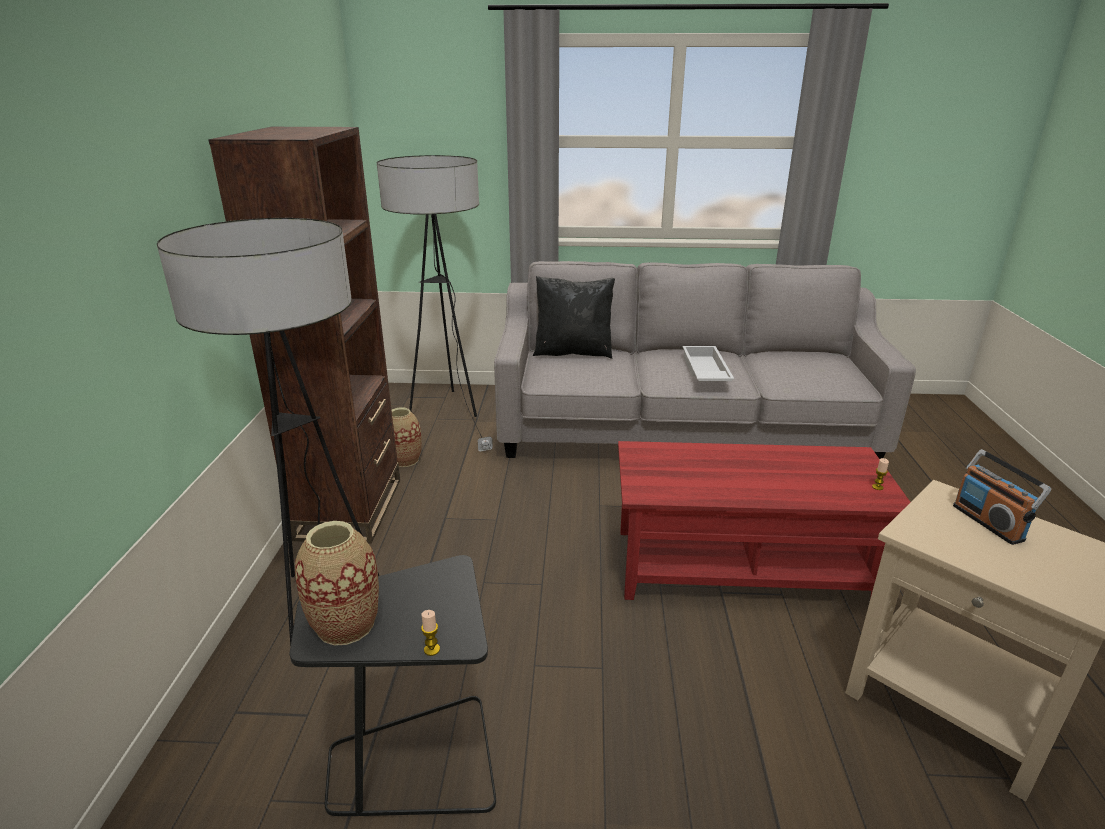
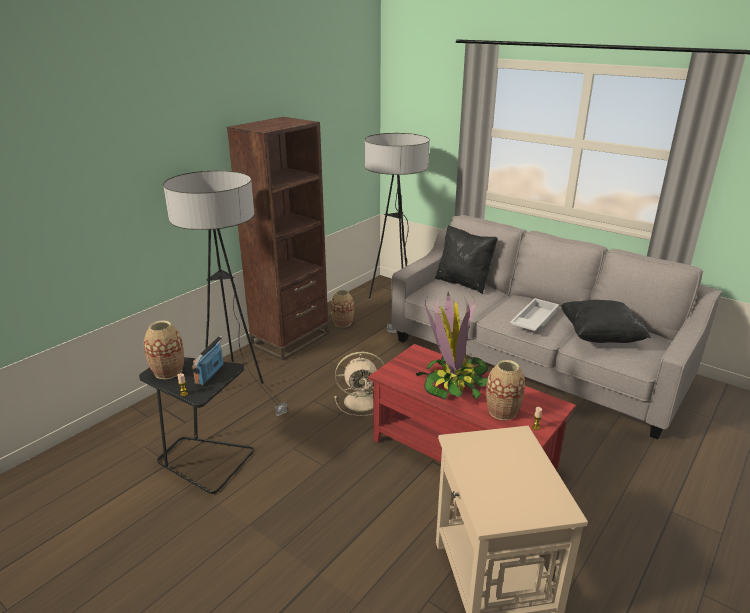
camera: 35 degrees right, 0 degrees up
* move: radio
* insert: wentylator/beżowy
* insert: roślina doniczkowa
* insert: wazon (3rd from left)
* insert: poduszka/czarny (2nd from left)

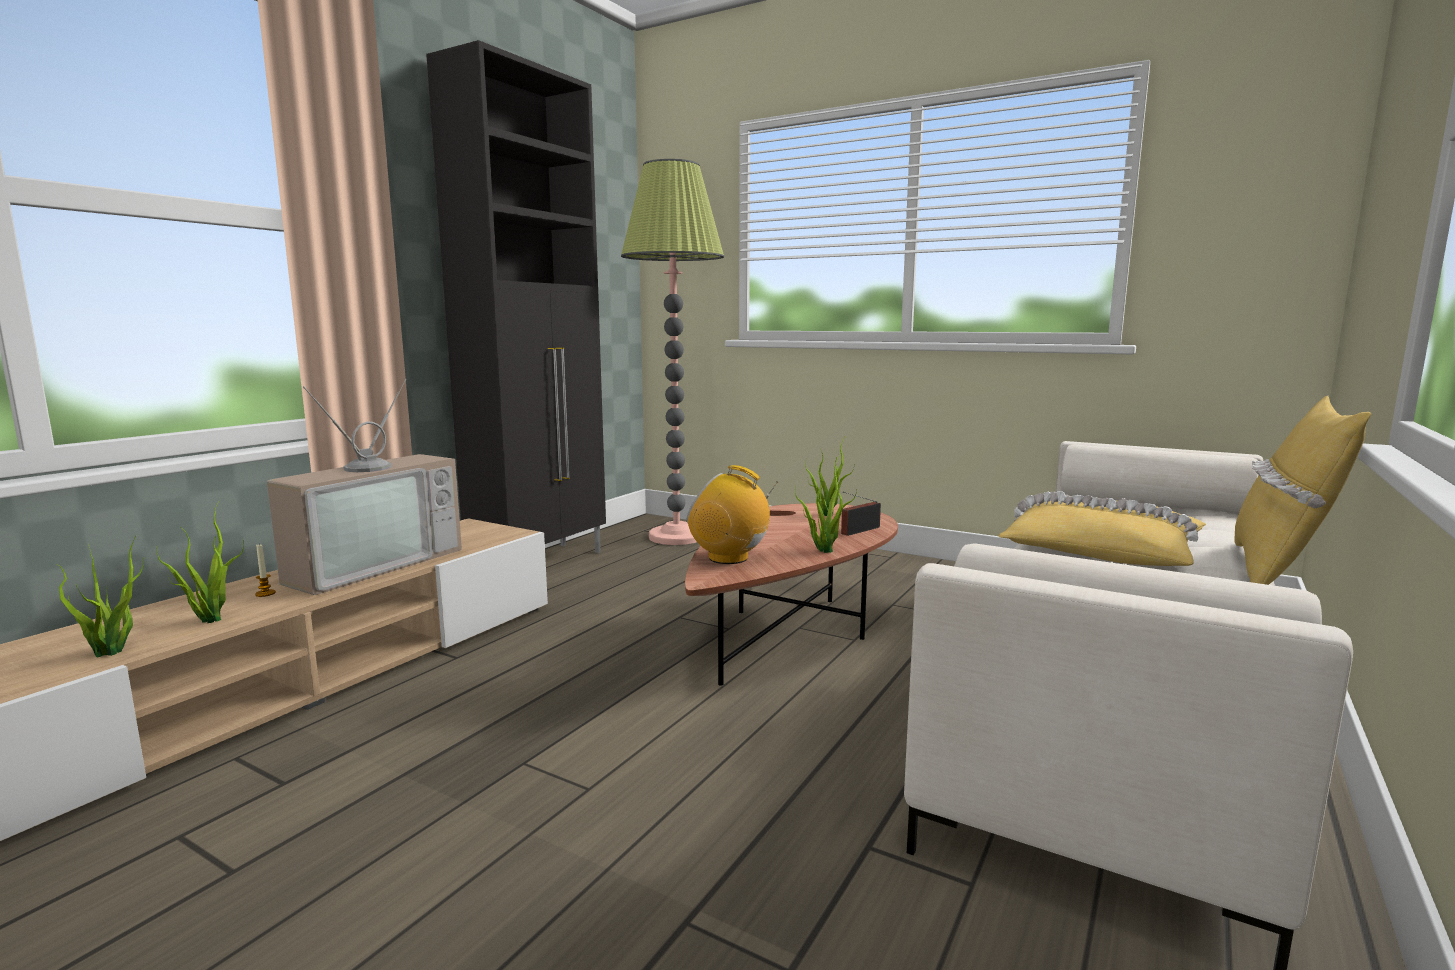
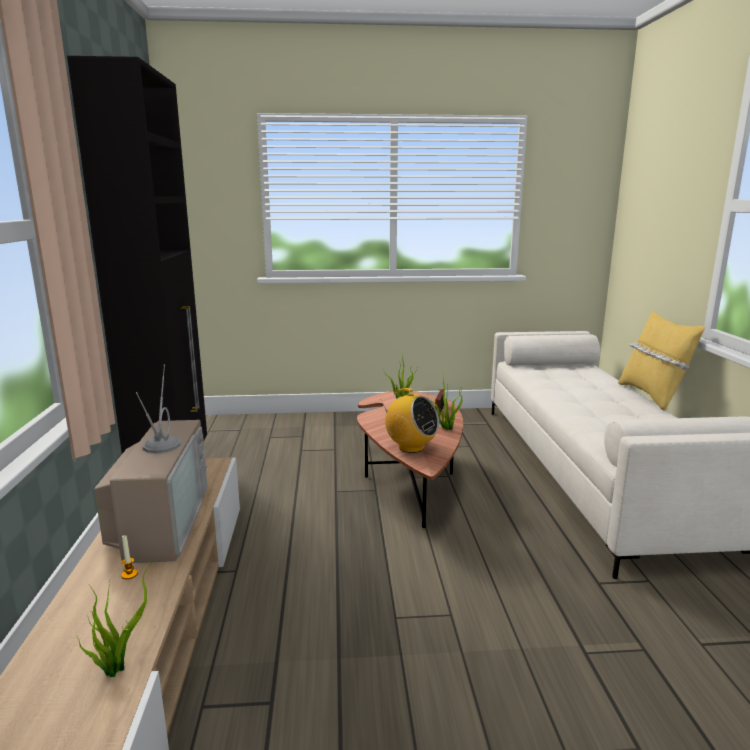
camera: 35 degrees left, 5 degrees up
* delete: roślina doniczkowa (2nd from left)
* delete: lampa stojąca
* rotate: radio (1st from left) 135 degrees counterclockwise
* delete: poduszka/żółty (1st from left)

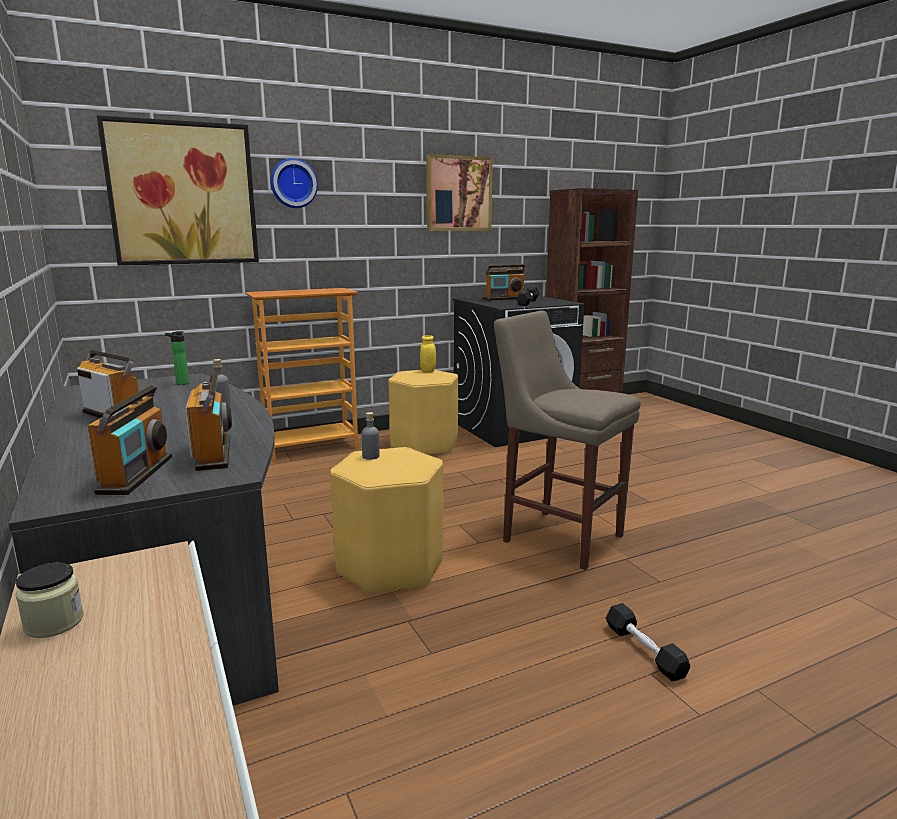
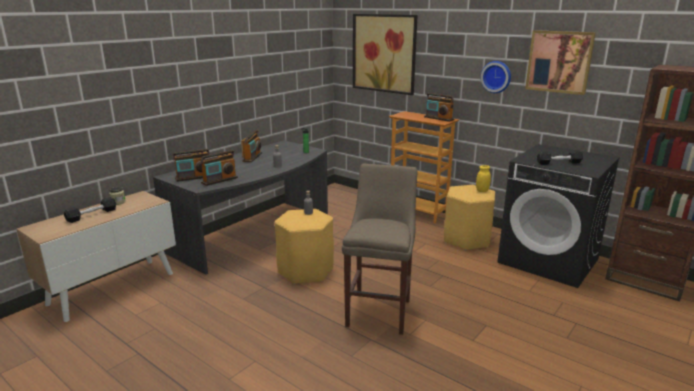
camera: 65 degrees right, 5 degrees up
* move: zegar ścienny
* move: radio (4th from left)
* move: hantel/czarny (2nd from left in the first image) to hantel/czarny (1st from left)

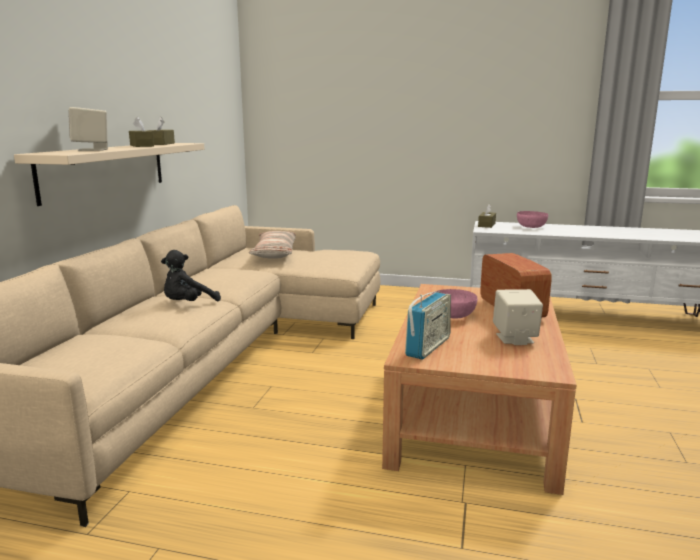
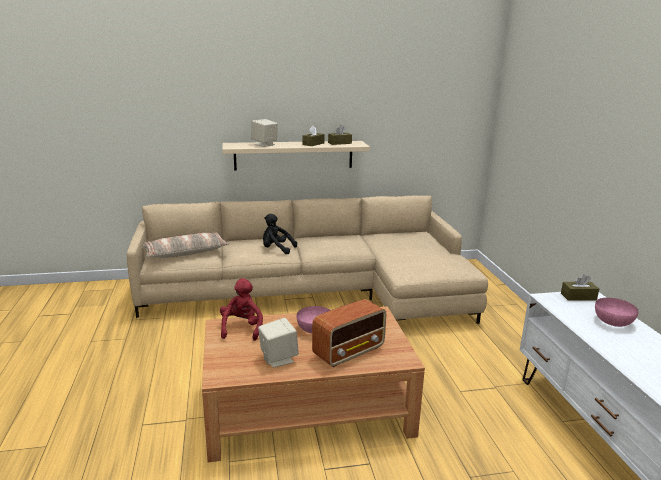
camera: 65 degrees right, 5 degrees up
* move: poduszka
* replace: radio (1st from left) to pluszak/czerwony

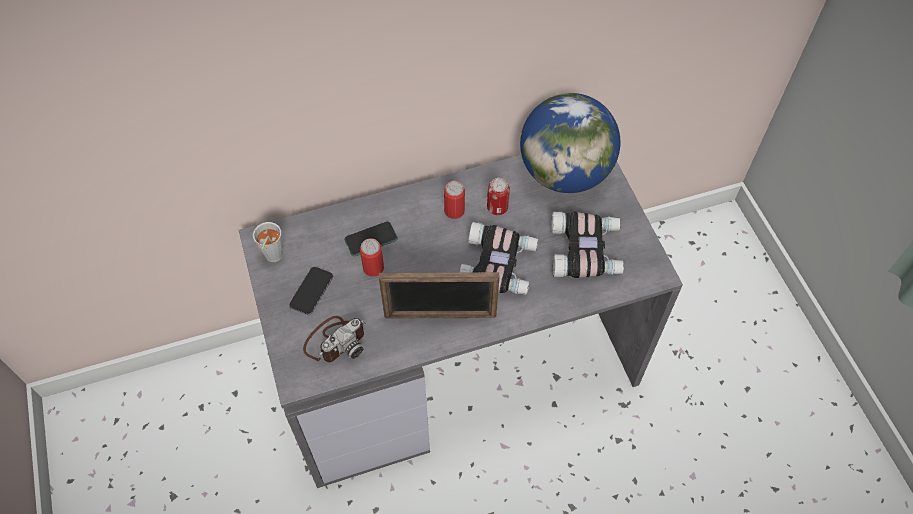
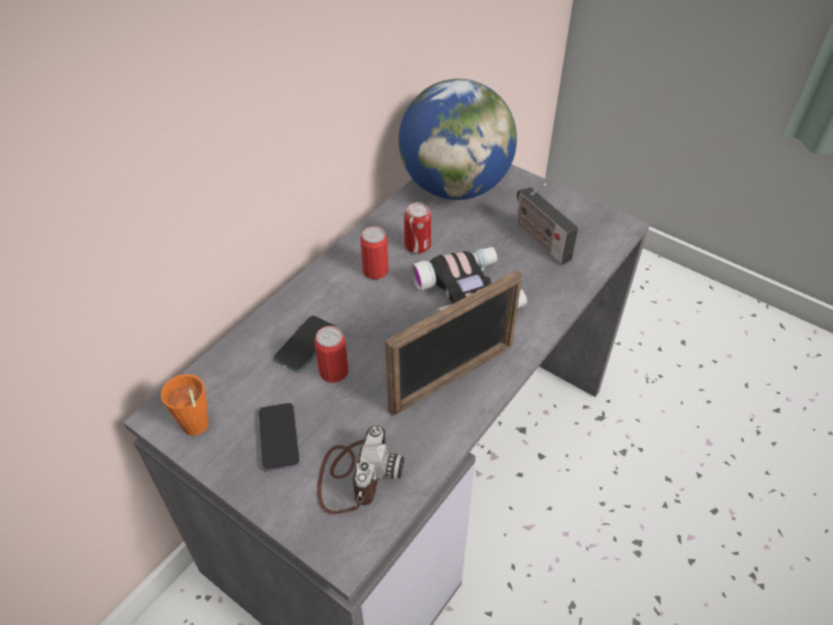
camera: 35 degrees left, 10 degrees down
* recolor: filiżanka/szary to filiżanka/pomarańczowy
* replace: lornetka (2nd from left) to radio

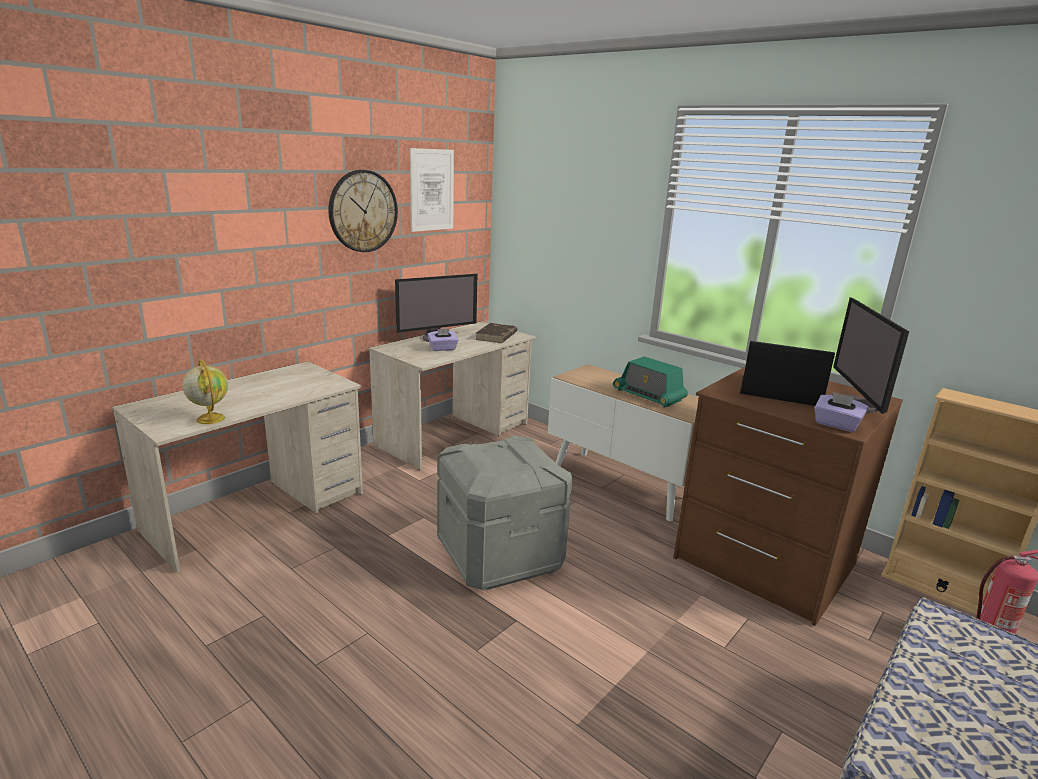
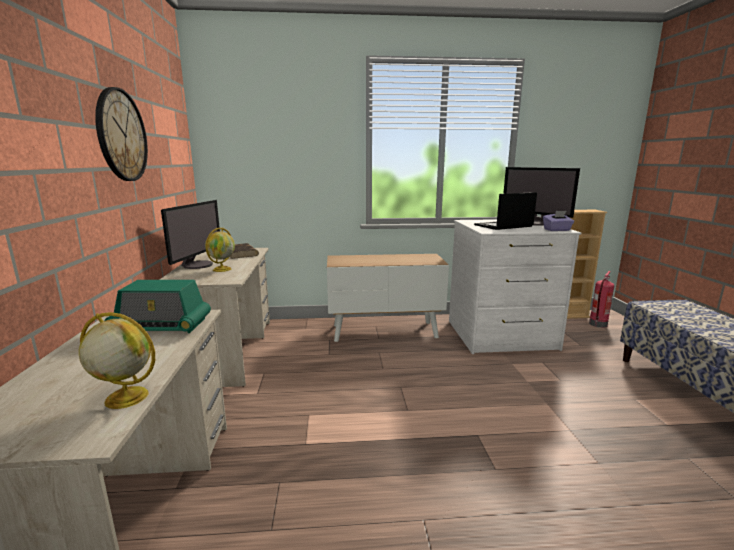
camera: 45 degrees left, 5 degrees down
* delete: obraz
* replace: pudełko chusteczek/fioletowy (1st from left) to globus (2nd from left)
* delete: pojemnik do przechowywania/szary
* move: radio
* recolor: komoda/brązowy to komoda/biały

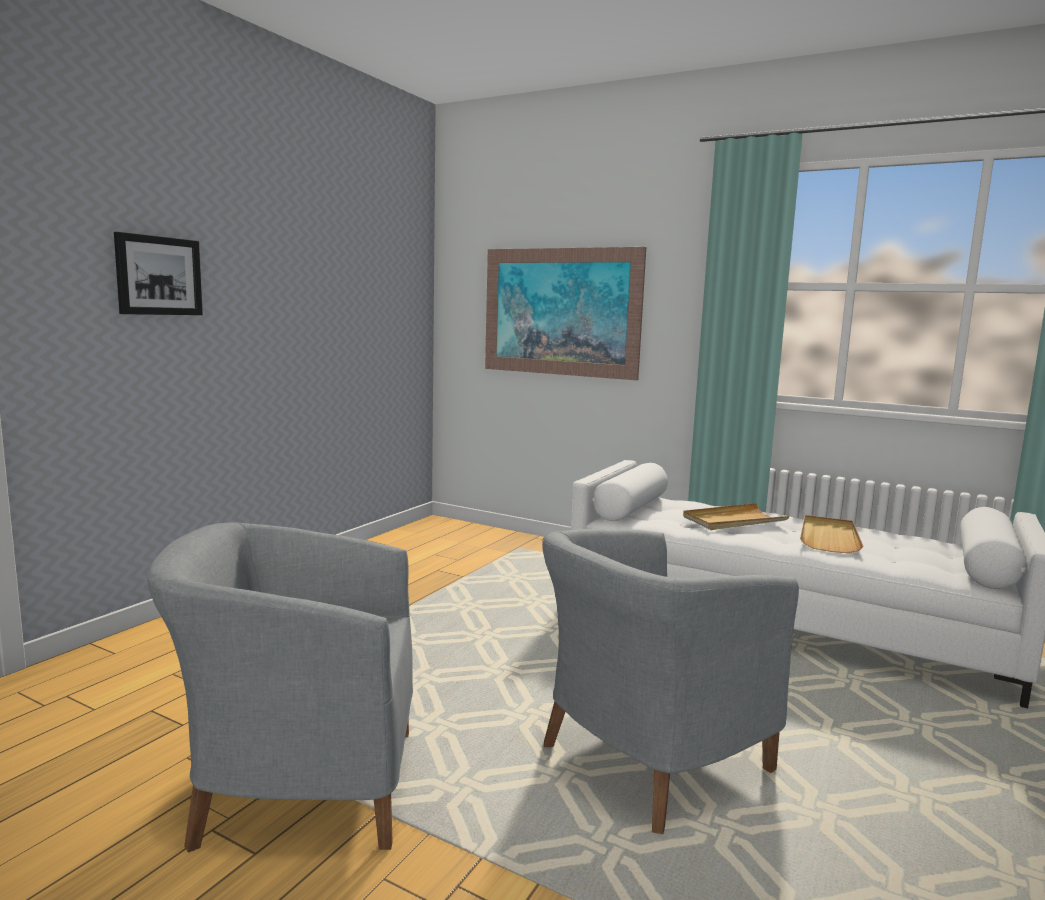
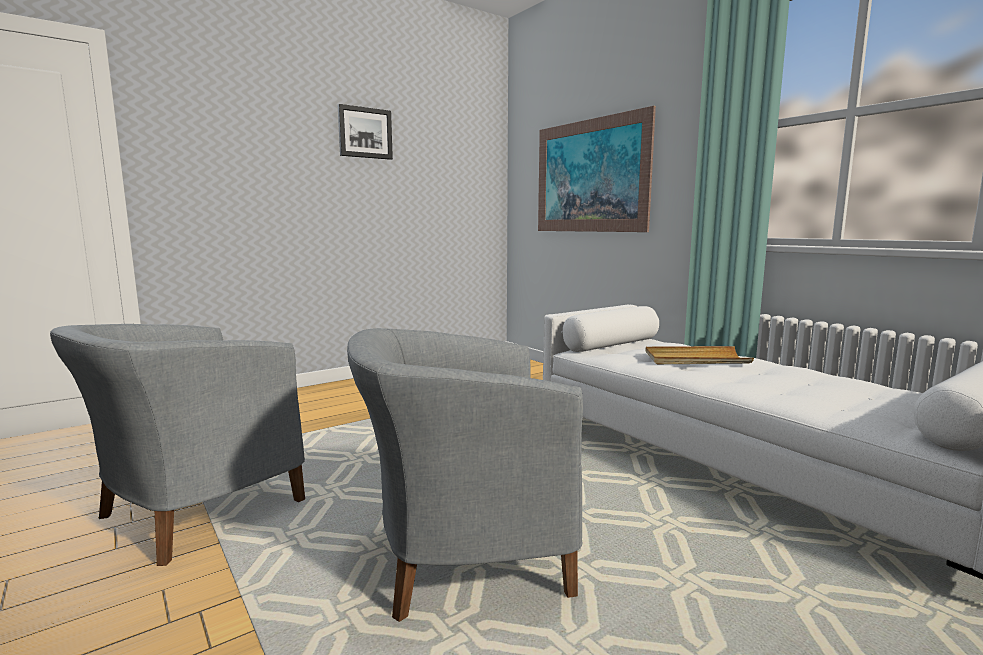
camera: 25 degrees right, 0 degrees up
* move: obraz (1st from left)
* rotate: fotel/szary (1st from left) 75 degrees counterclockwise
* delete: taca/beżowy (2nd from left)

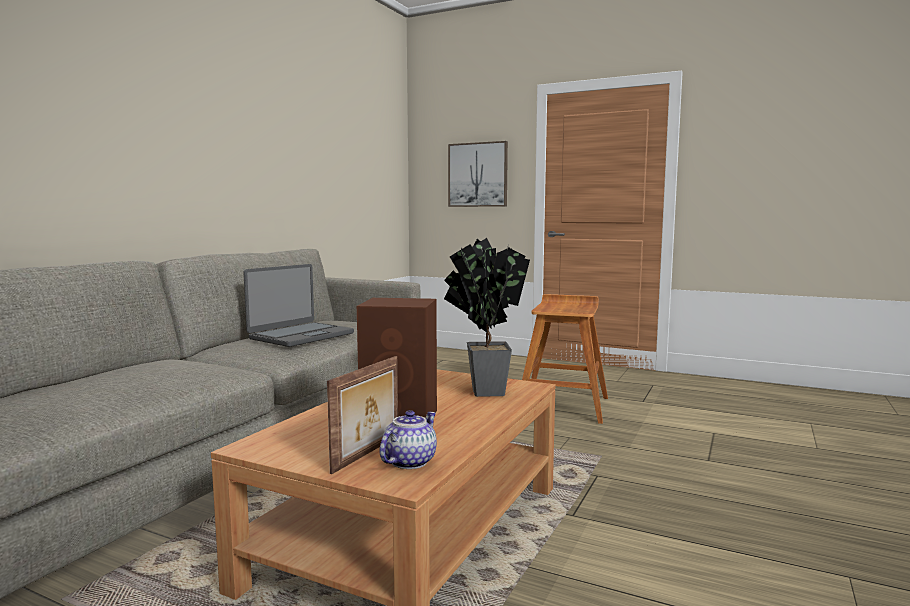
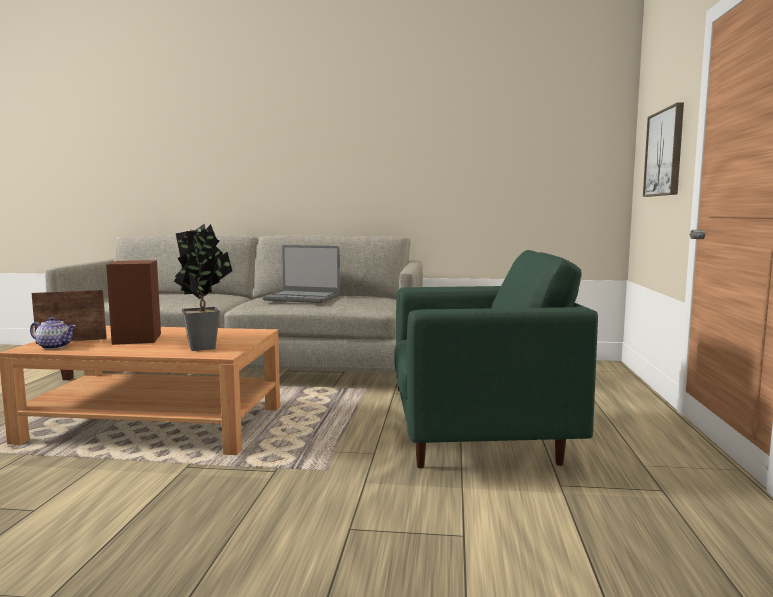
camera: 70 degrees right, 0 degrees up
* rotate: ramka na zdjęcie 150 degrees clockwise
* replace: stołek/brązowy to fotel/zielony

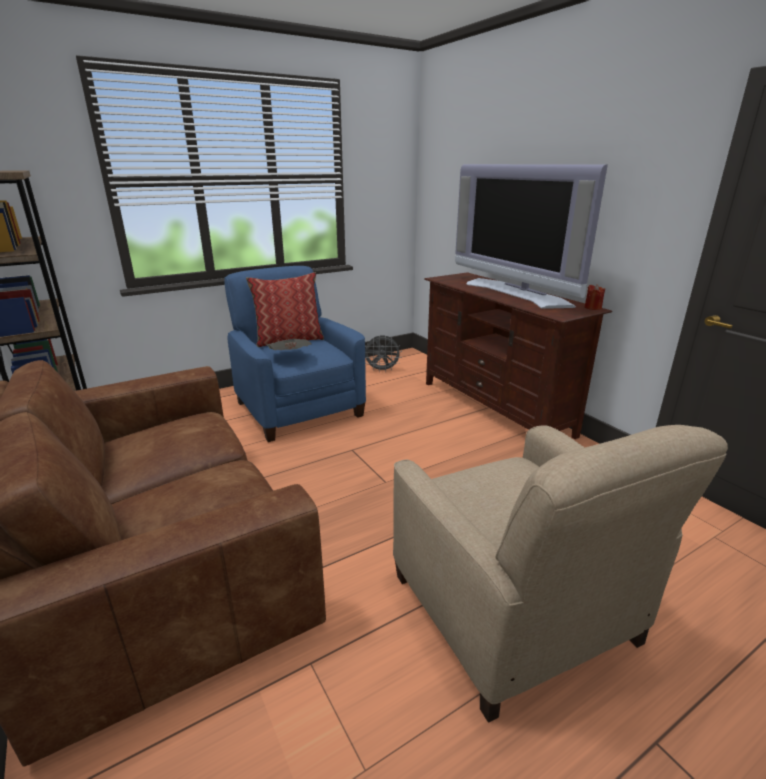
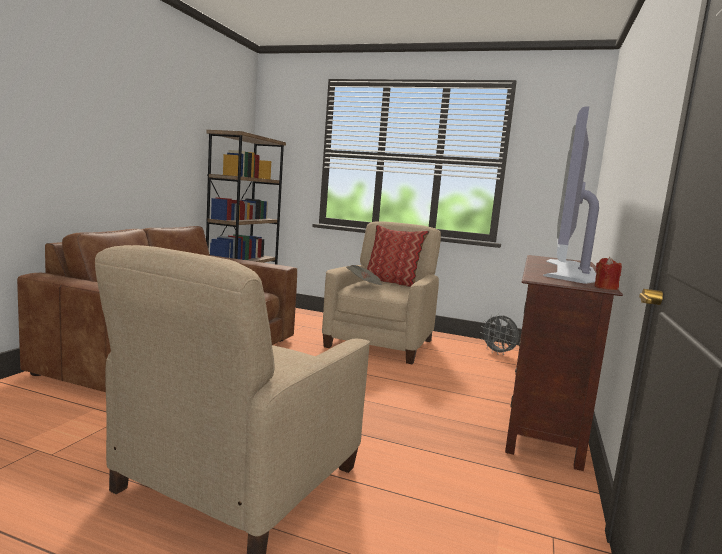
camera: 50 degrees right, 15 degrees down
* recolor: fotel/niebieski to fotel/beżowy (2nd from left)

